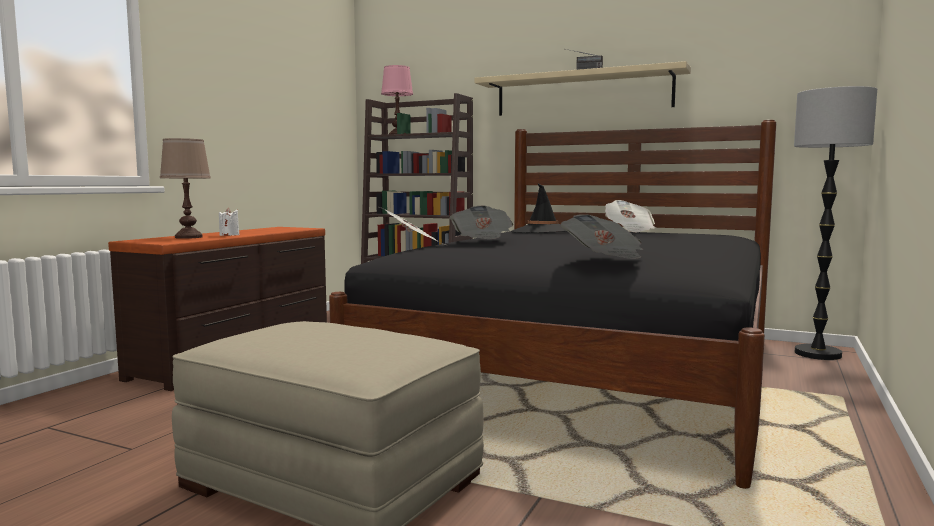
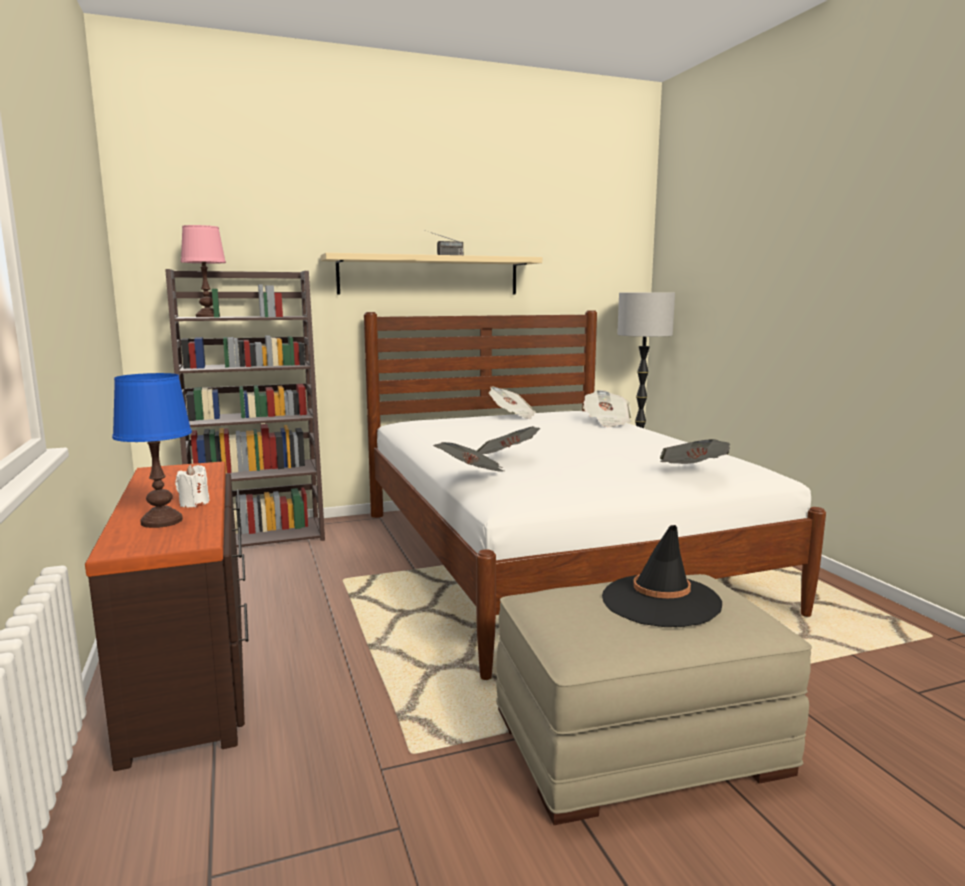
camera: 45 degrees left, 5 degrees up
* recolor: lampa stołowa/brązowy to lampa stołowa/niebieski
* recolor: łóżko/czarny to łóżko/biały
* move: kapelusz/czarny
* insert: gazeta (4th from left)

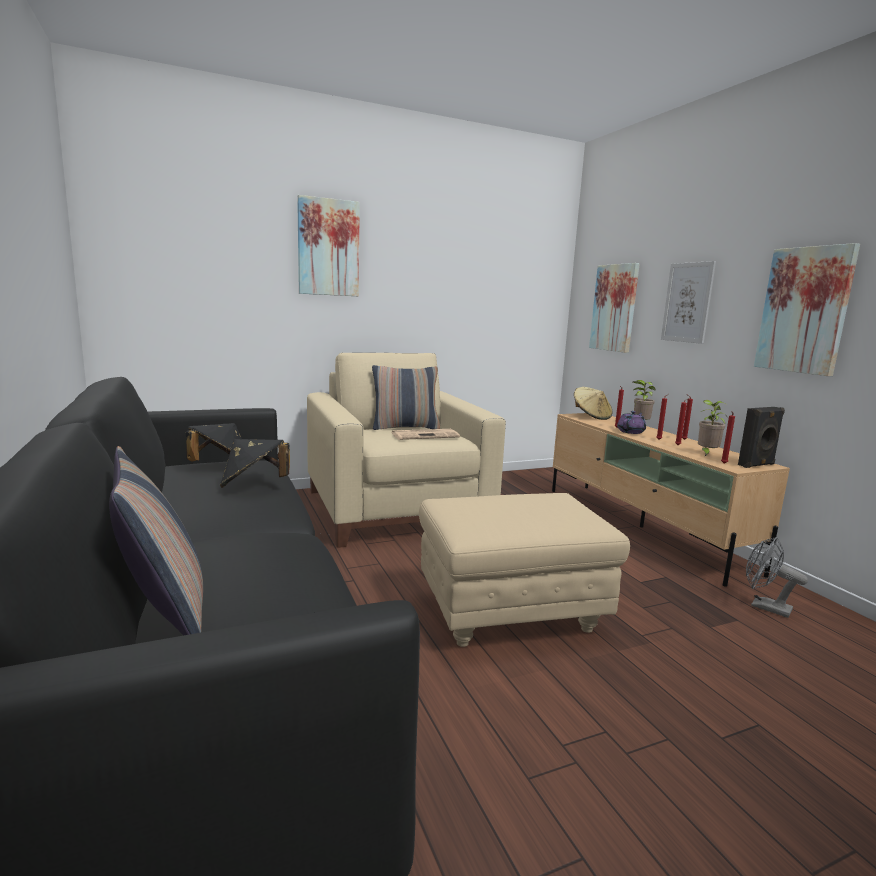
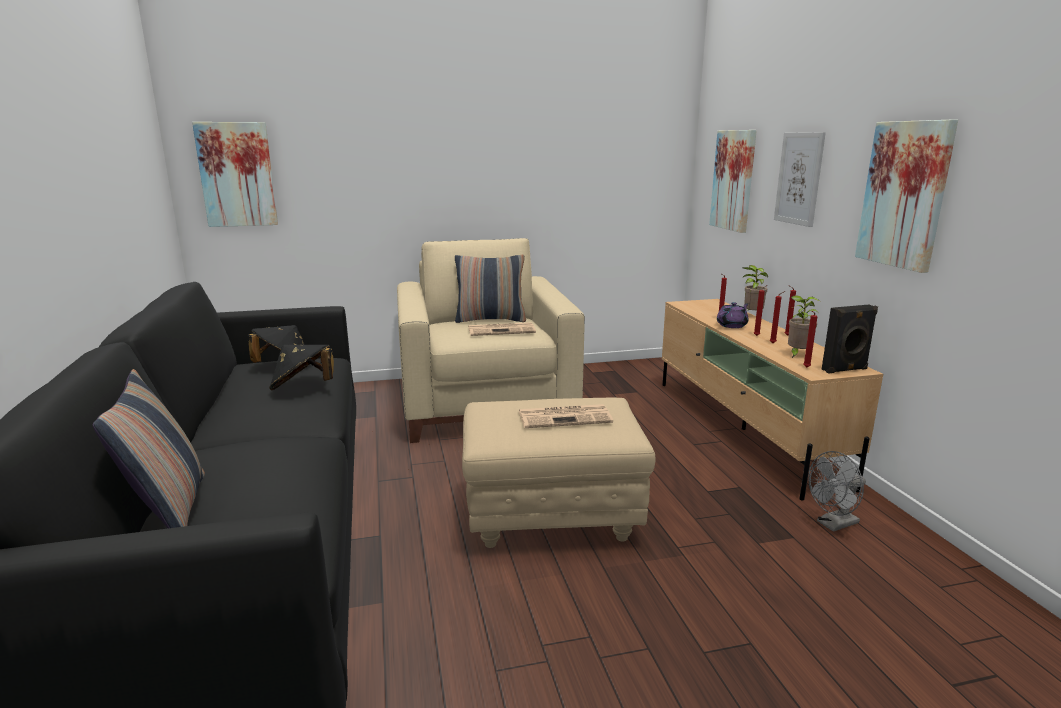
camera: 10 degrees right, 5 degrees up
* move: obraz (1st from left)
* delete: kapelusz/beżowy
* rotate: wentylator/szary 75 degrees counterclockwise
* insert: gazeta (2nd from left)

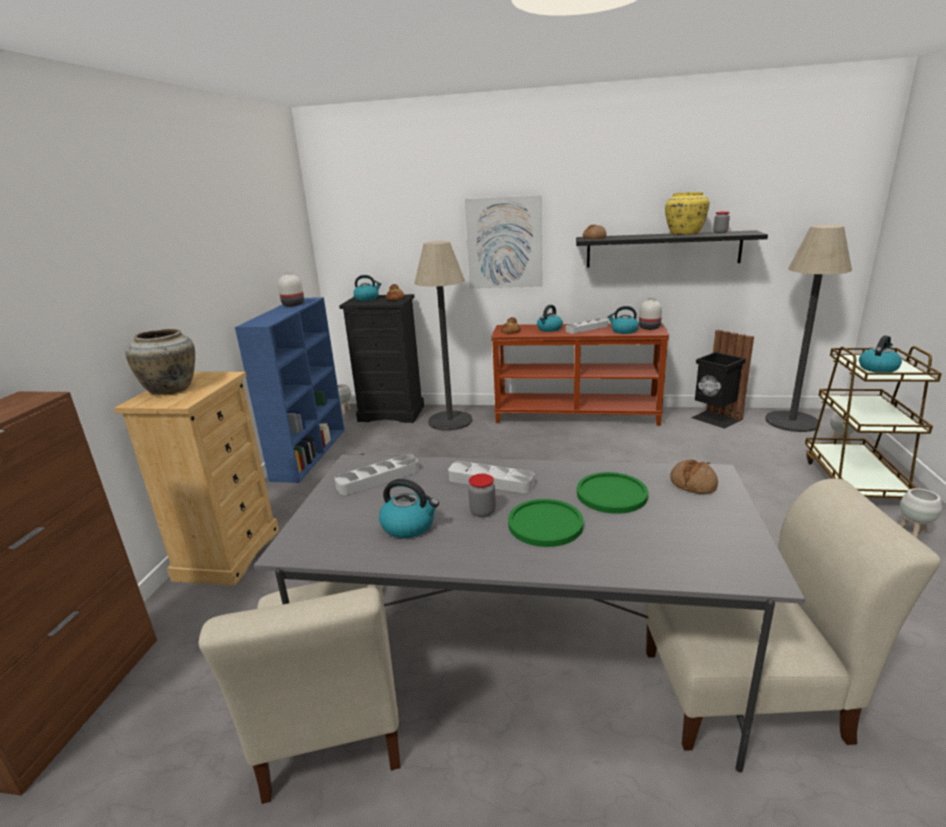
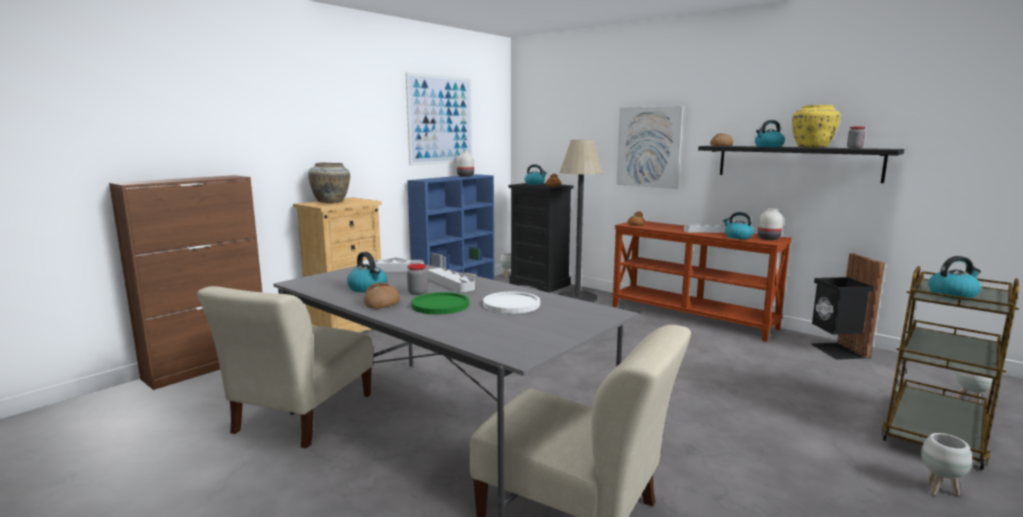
camera: 30 degrees right, 10 degrees down
* move: czajnik (3rd from left in the first image) to czajnik (4th from left)
* recolor: talerz/zielony (2nd from left) to talerz/biały
* move: chleb (4th from left in the first image) to chleb (1st from left)
* delete: lampa stojąca (2nd from left)
* insert: obraz (1st from left)

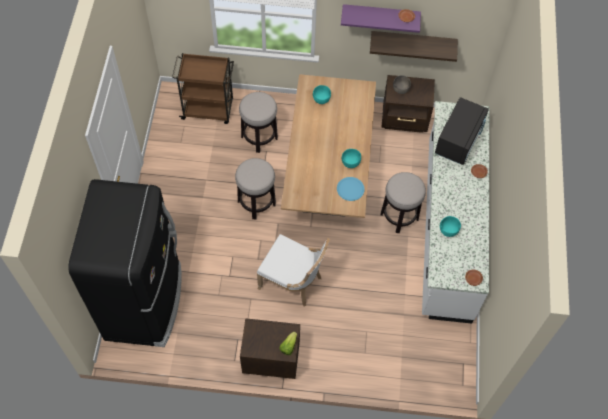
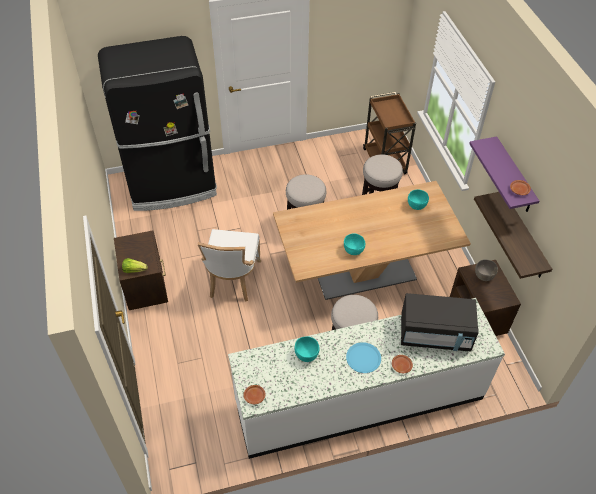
camera: 70 degrees right, 10 degrees down
* move: talerz/niebieski

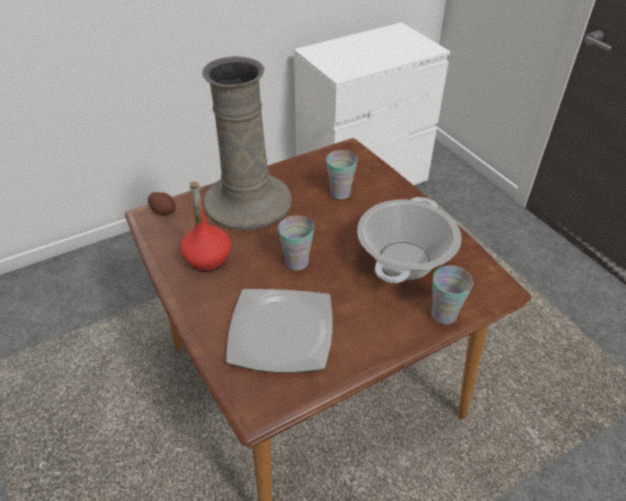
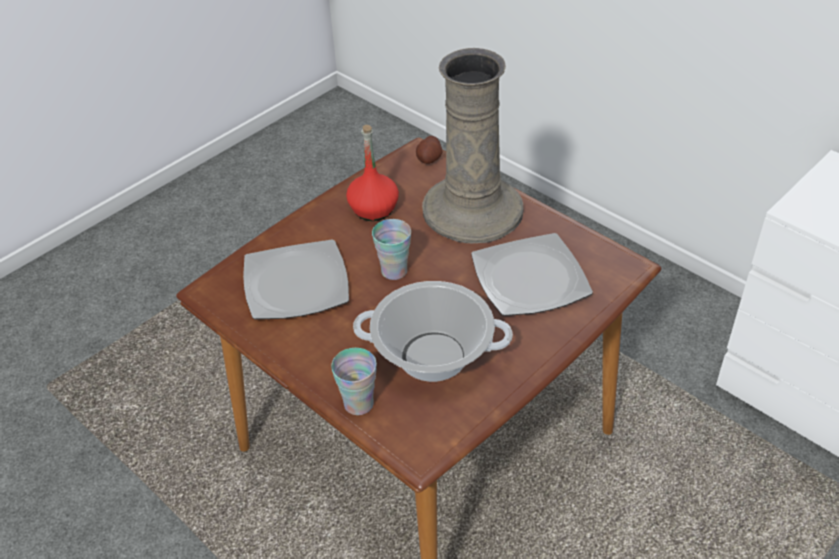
camera: 75 degrees right, 0 degrees up
* replace: filiżanka (2nd from left) to talerz (2nd from left)

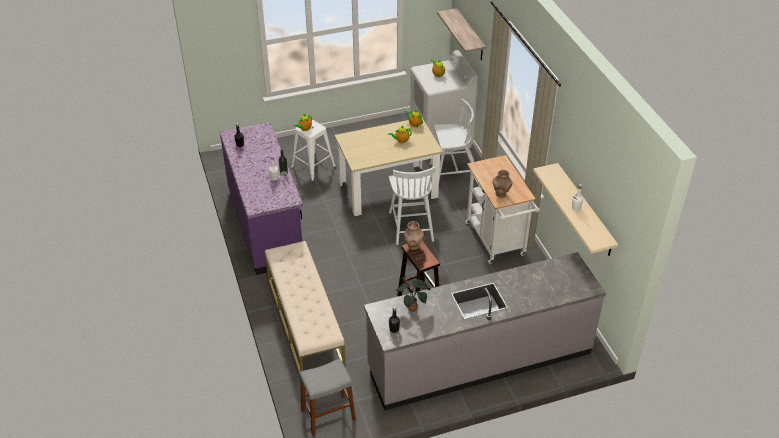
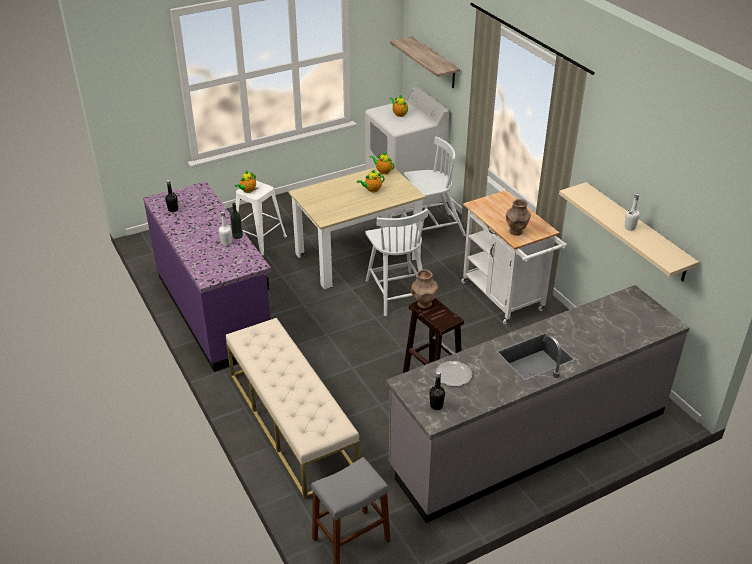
camera: 10 degrees left, 5 degrees down
* replace: roślina doniczkowa to talerz

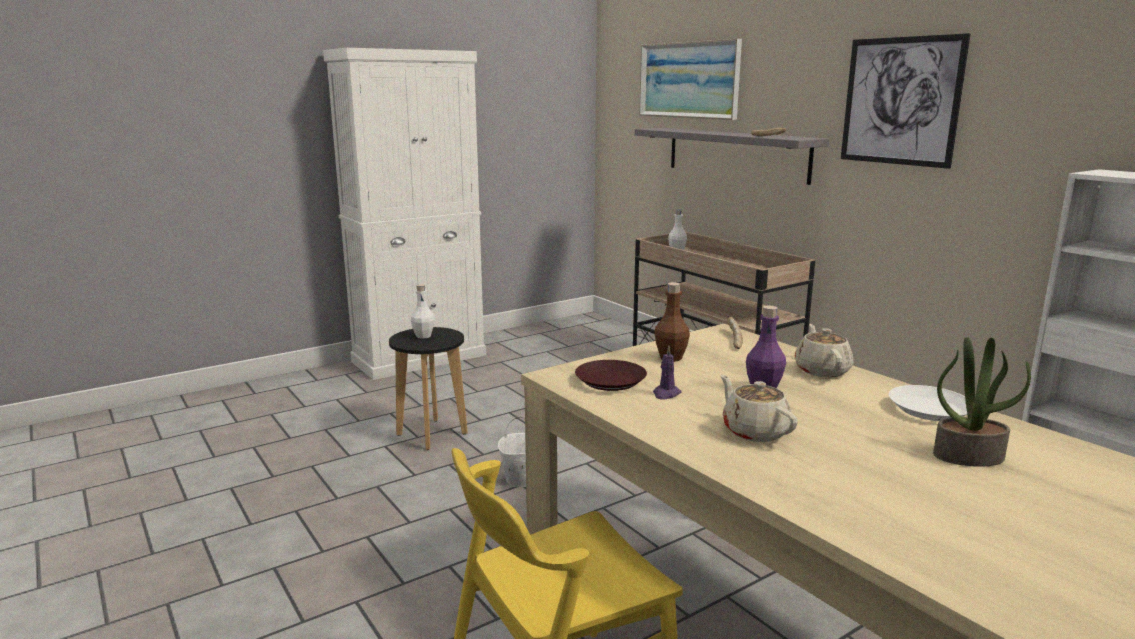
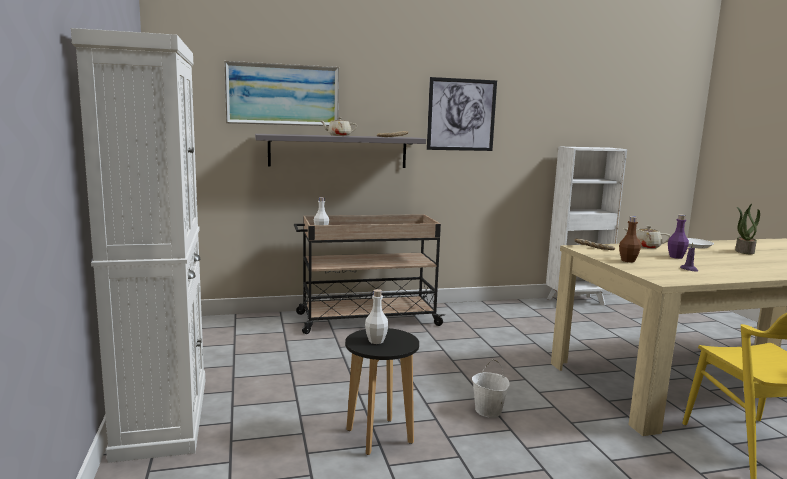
camera: 70 degrees left, 5 degrees down
* delete: talerz/brązowy
* move: imbryk/beżowy (1st from left)

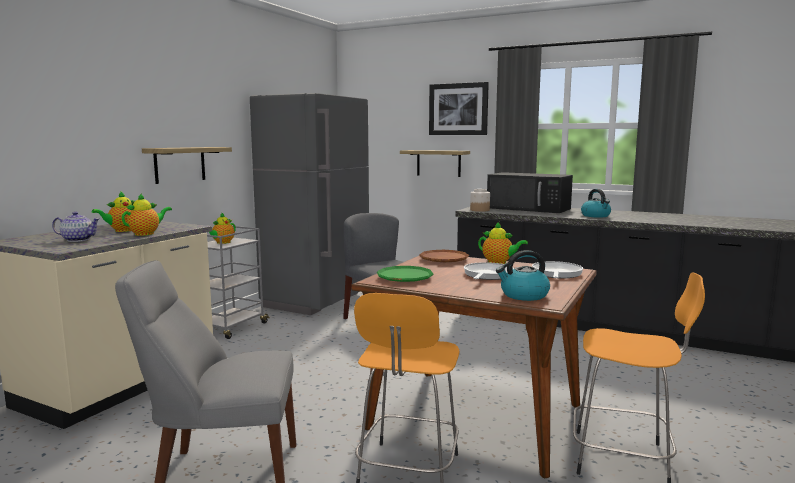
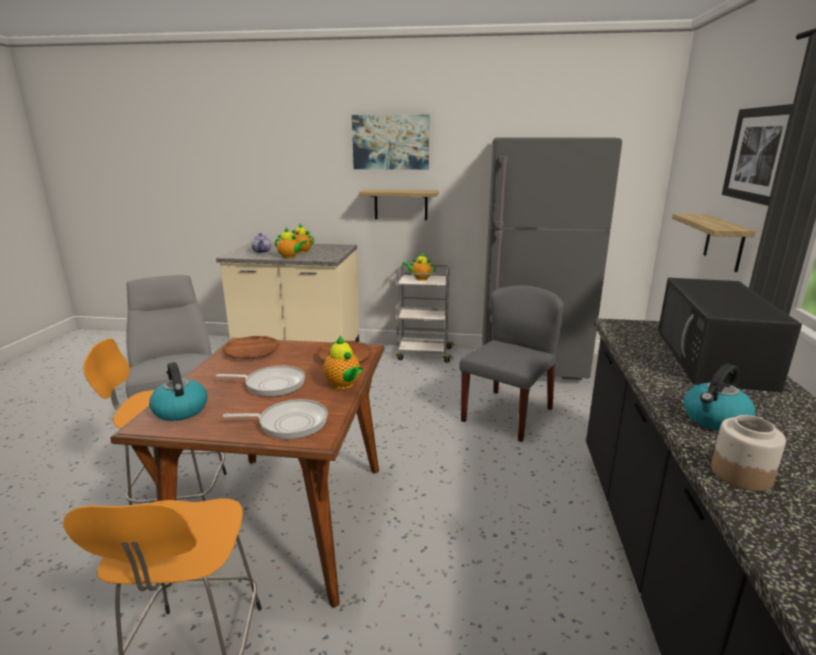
camera: 70 degrees right, 10 degrees up
* recolor: talerz/zielony to talerz/brązowy (1st from left)
* move: słoik
* rotate: imbryk (5th from left in the first image) 45 degrees counterclockwise
* insert: obraz (1st from left)

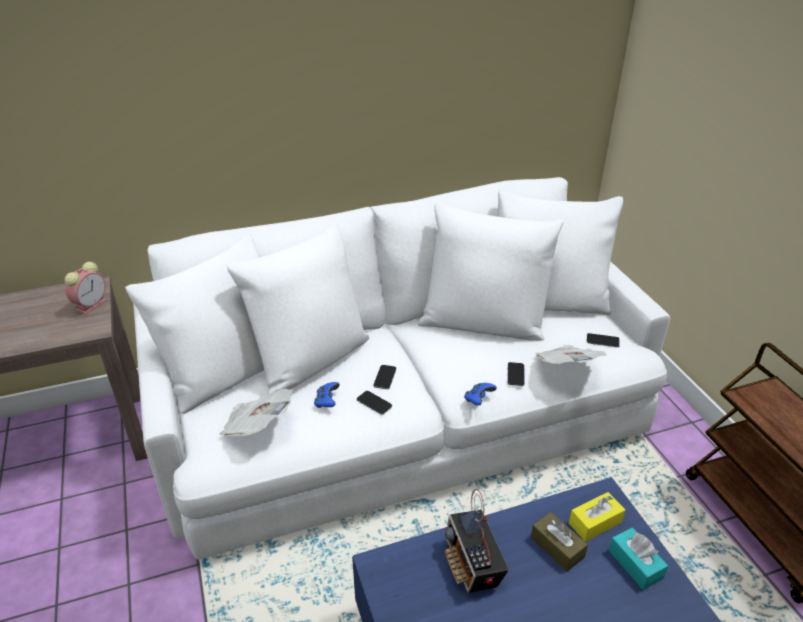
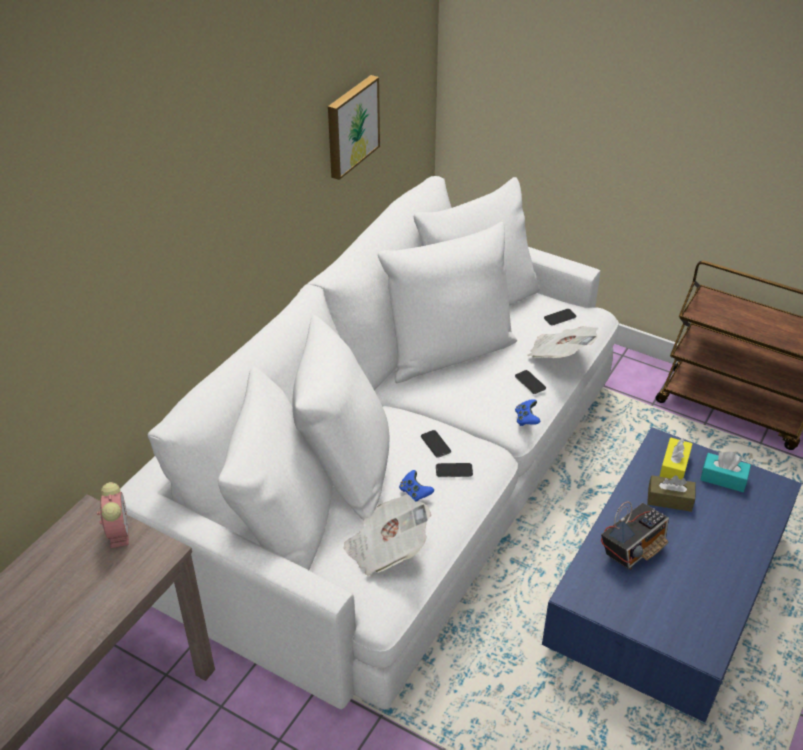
camera: 40 degrees left, 5 degrees up
* rotate: radio 75 degrees counterclockwise
* insert: obraz

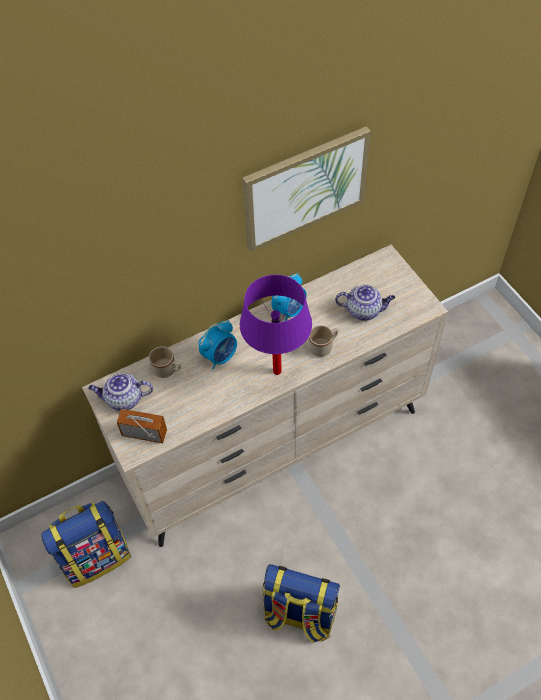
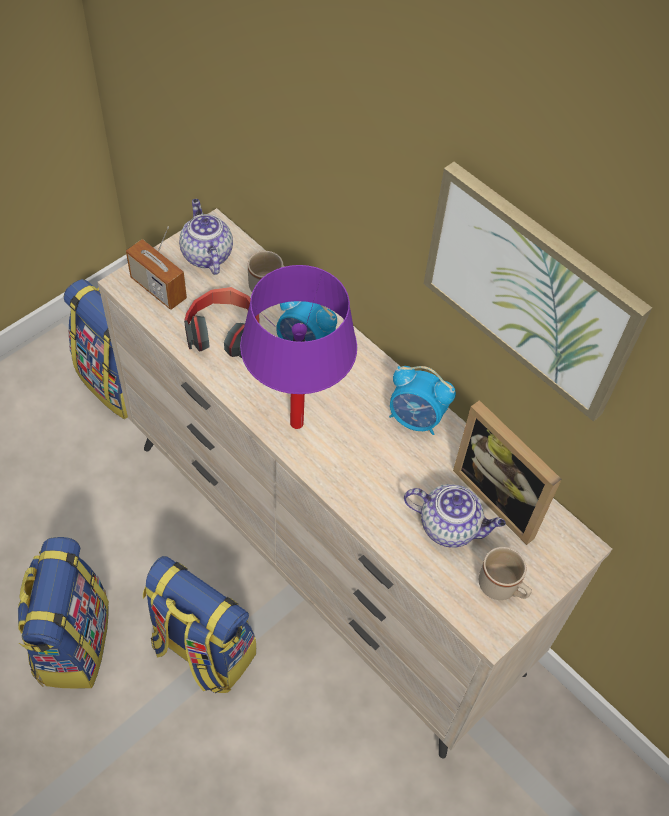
camera: 70 degrees right, 0 degrees up
* rotate: radio 135 degrees clockwise
* move: kubek/beżowy (2nd from left)
* rotate: imbryk (2nd from left) 60 degrees counterclockwise
* insert: plecak (3rd from left)
* insert: słuchawki
* insert: ramka na zdjęcie

